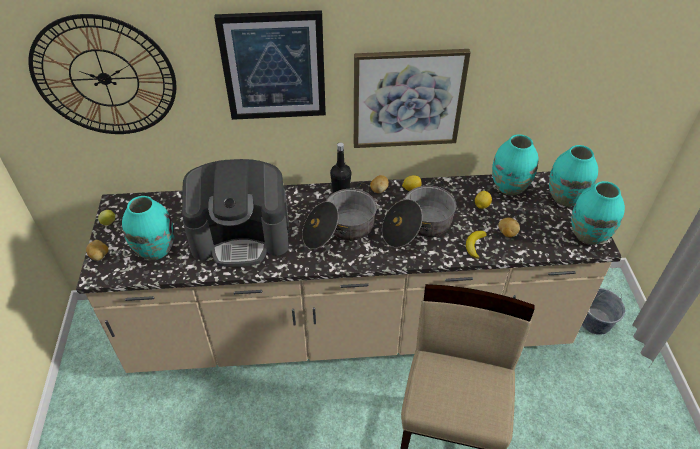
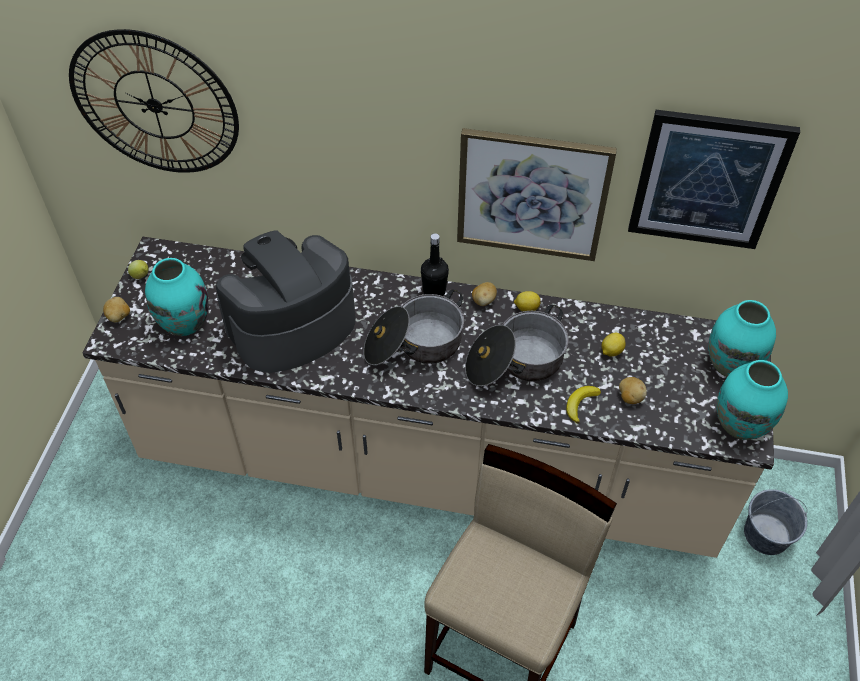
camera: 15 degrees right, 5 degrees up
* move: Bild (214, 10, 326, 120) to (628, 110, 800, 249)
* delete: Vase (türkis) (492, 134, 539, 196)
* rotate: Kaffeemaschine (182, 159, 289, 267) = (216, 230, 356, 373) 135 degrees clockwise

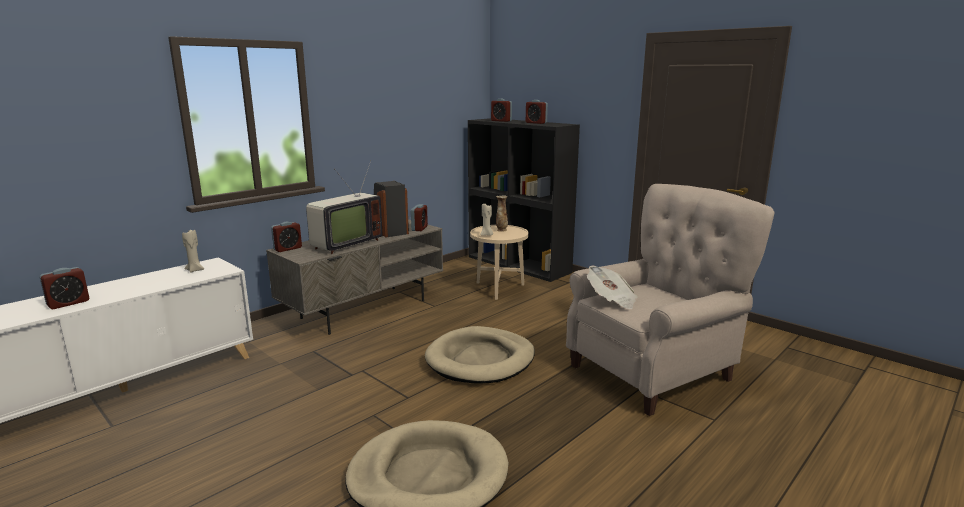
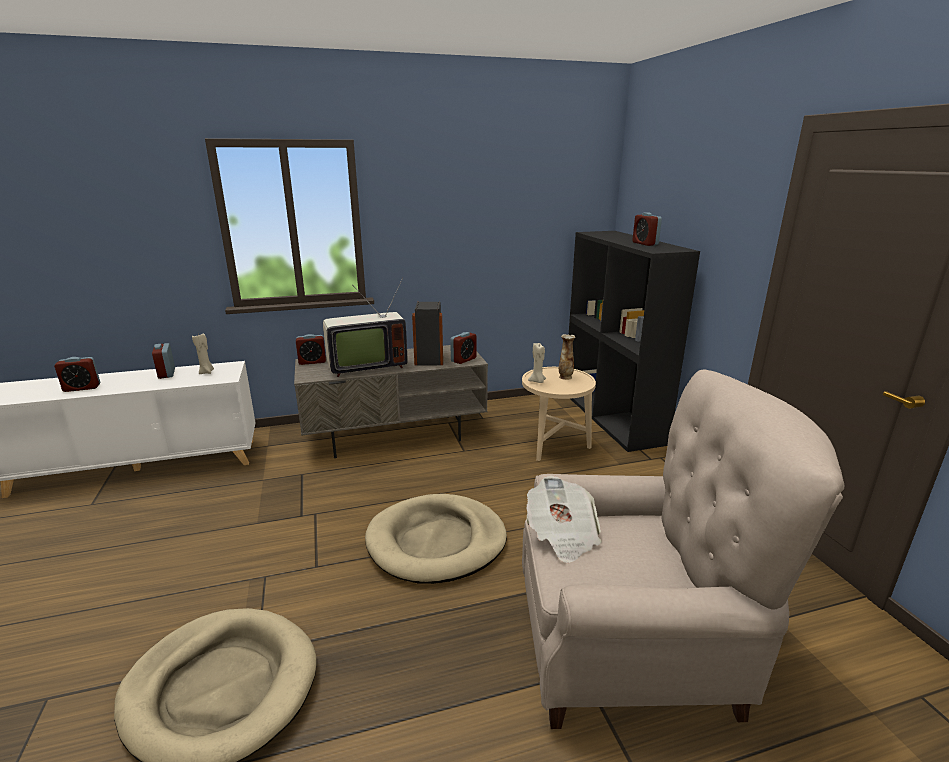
camera: 30 degrees right, 5 degrees up
* move: Wecker (491, 99, 512, 122) to (152, 343, 175, 379)

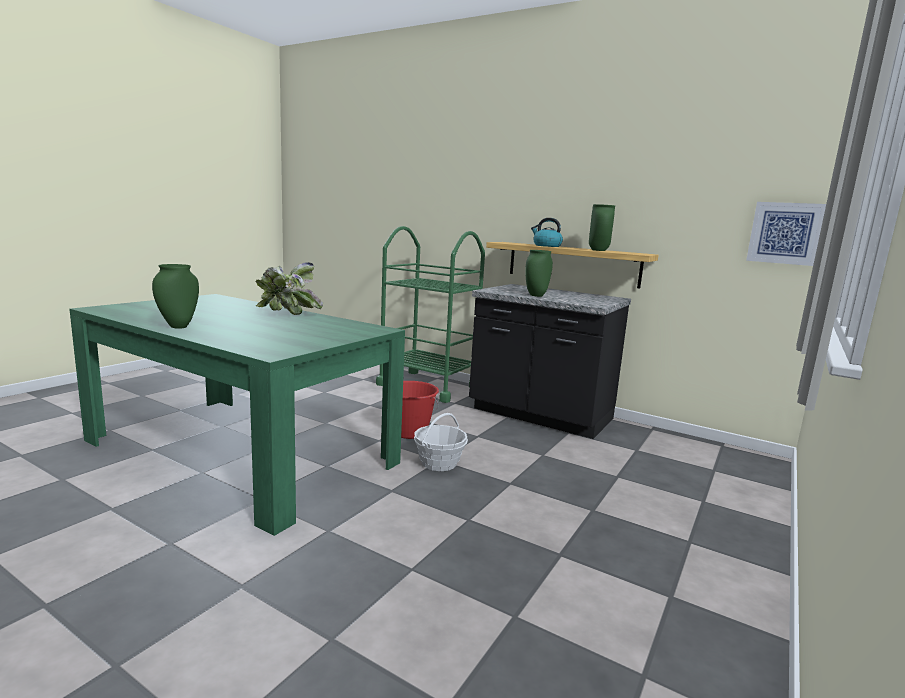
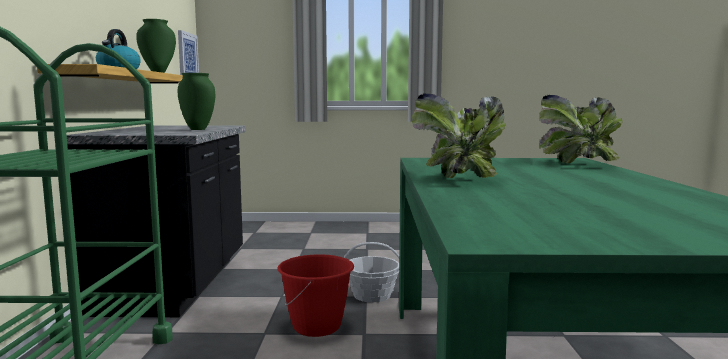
camera: 120 degrees left, 5 degrees down
* delete: Vase (grün) (152, 264, 199, 329)
* insert: Topfpflanze (539, 95, 623, 163)

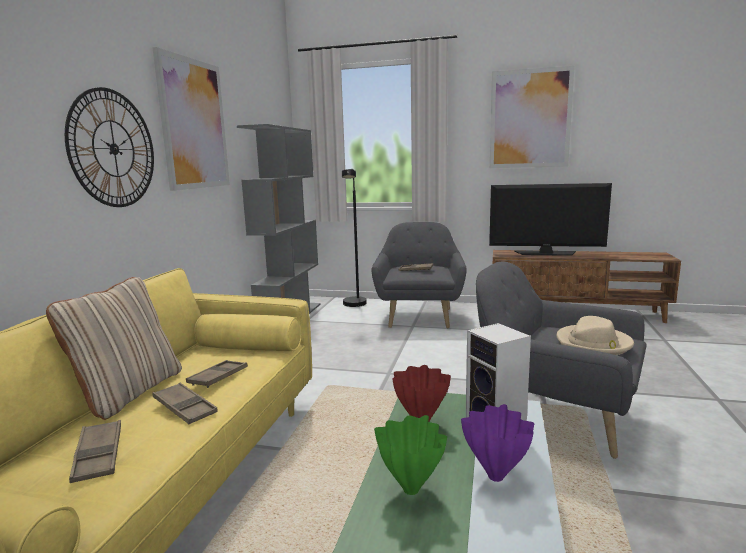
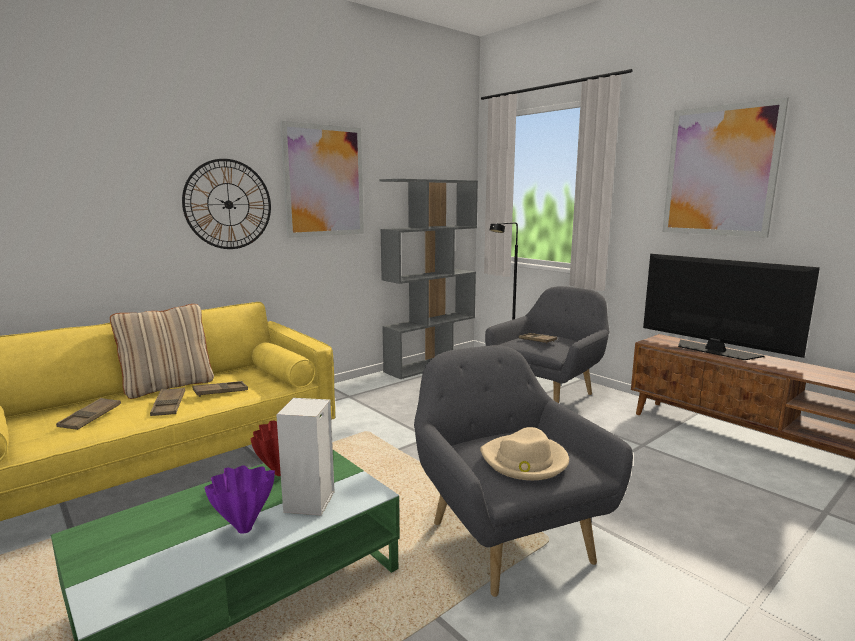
camera: 35 degrees right, 0 degrees up
* delete: Vase (grün) (374, 415, 447, 495)

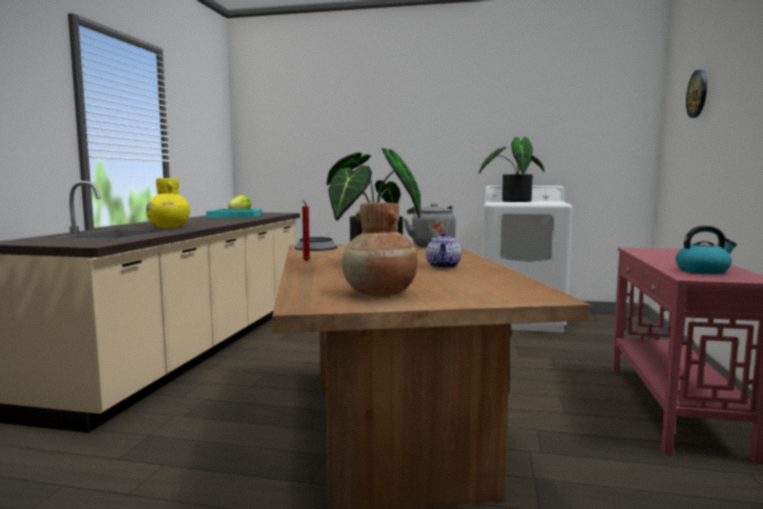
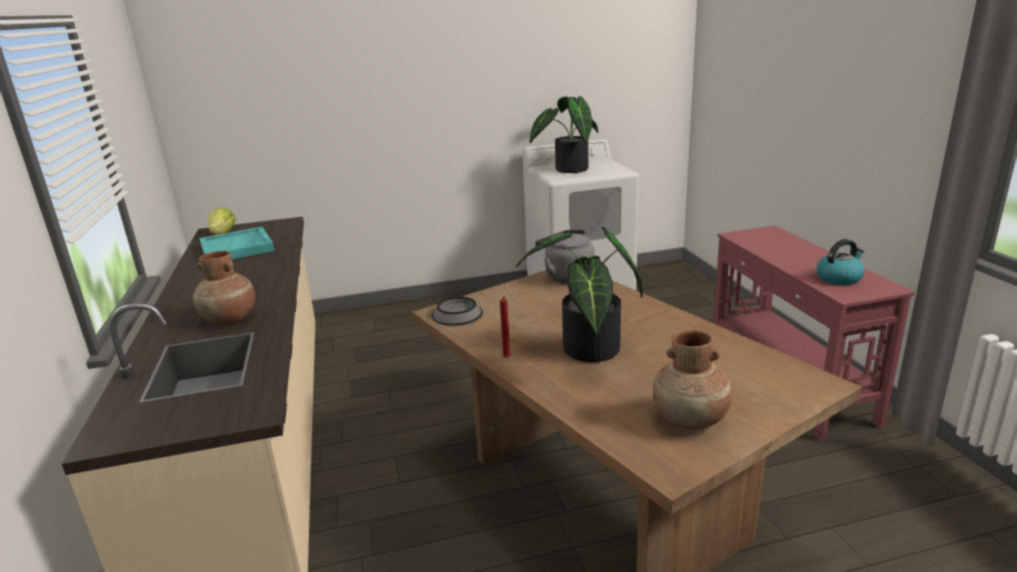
camera: 25 degrees left, 15 degrees up
* delete: Wanduhr (686, 70, 707, 118)
* recolor: Vase (gelb) (146, 178, 190, 228) to Vase (braun) (193, 251, 255, 324)
* delete: Teekanne (426, 232, 462, 268)

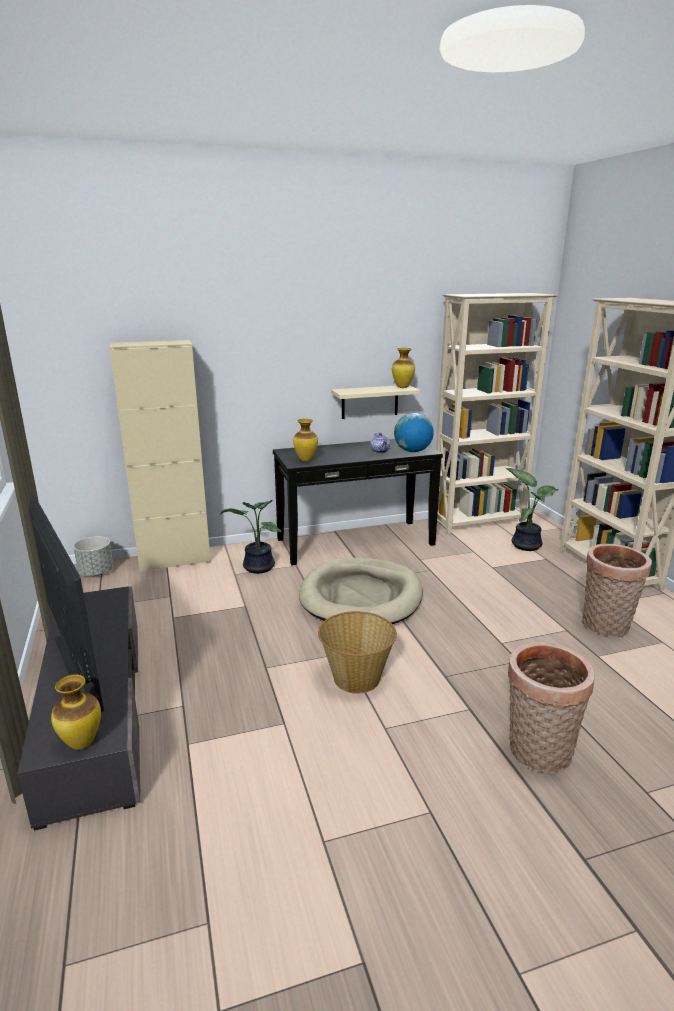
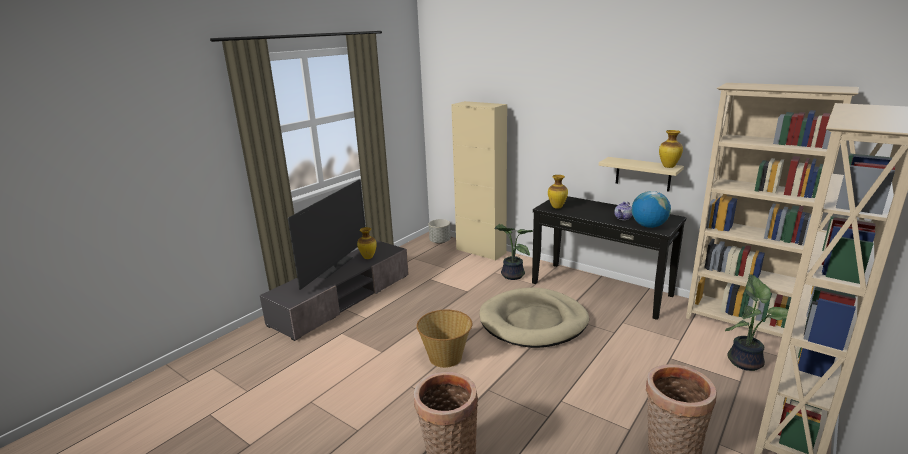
camera: 55 degrees right, 0 degrees up
* move: Vase (51, 674, 101, 750) to (357, 227, 377, 259)

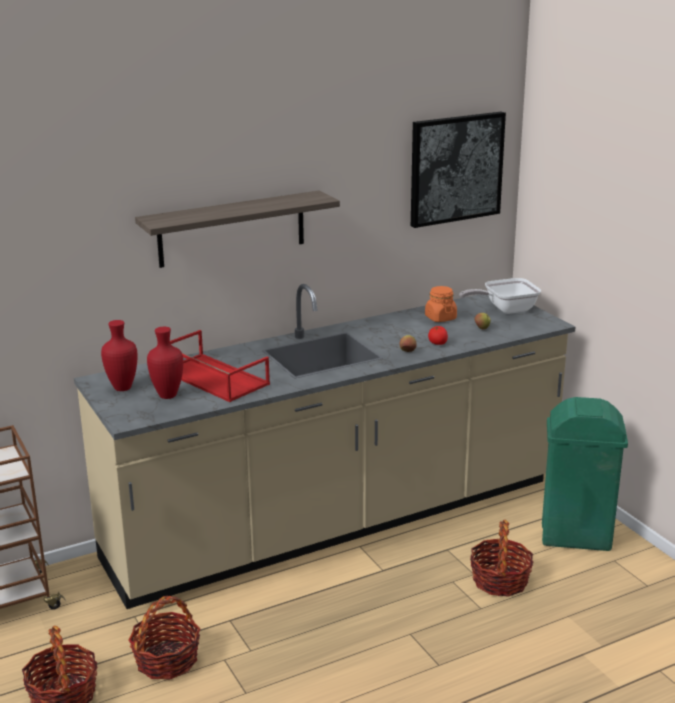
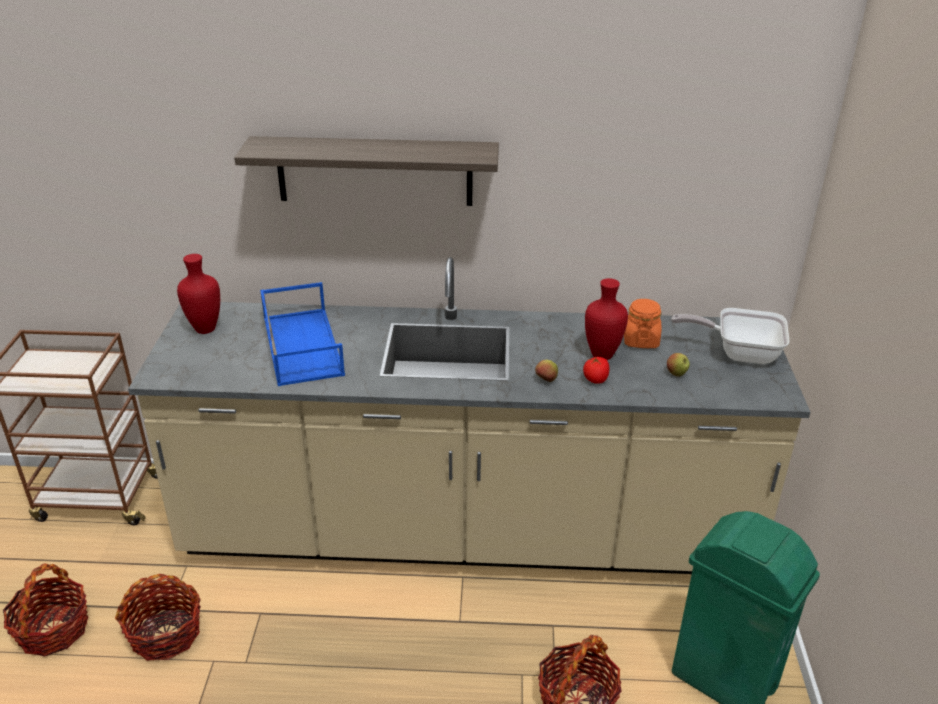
camera: 30 degrees right, 10 degrees up
* delete: Bild (411, 112, 506, 228)
* move: Vase (rot) (147, 327, 183, 399) to (585, 278, 628, 360)
* recolor: Tablett (rot) (170, 330, 270, 402) to Tablett (blau) (260, 282, 345, 386)

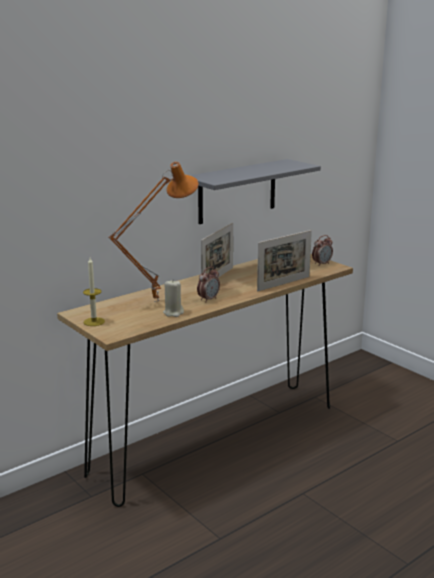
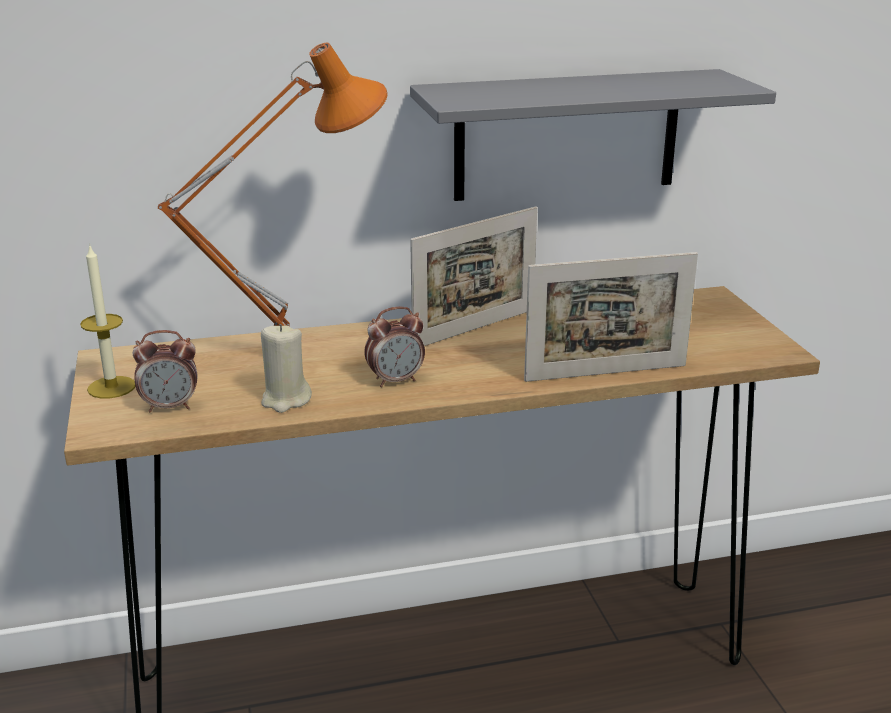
camera: 25 degrees right, 5 degrees up
* move: Wecker (312, 235, 333, 266) to (133, 330, 197, 412)

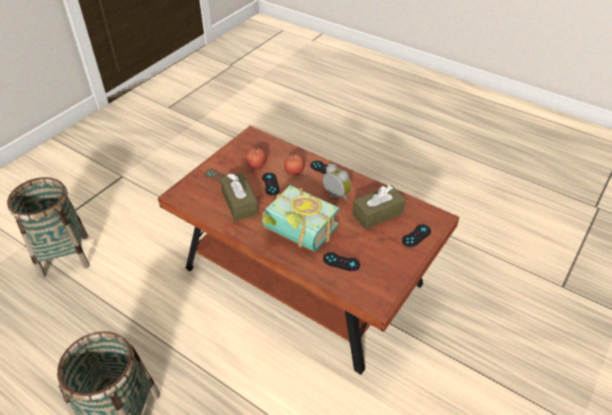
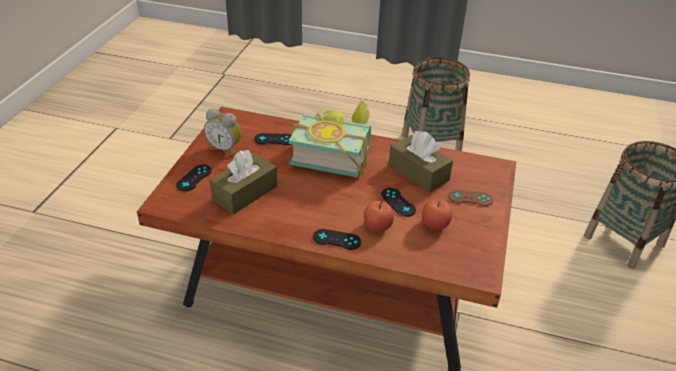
camera: 160 degrees right, 5 degrees down
* move: Wecker (323, 164, 351, 201) to (204, 108, 241, 156)

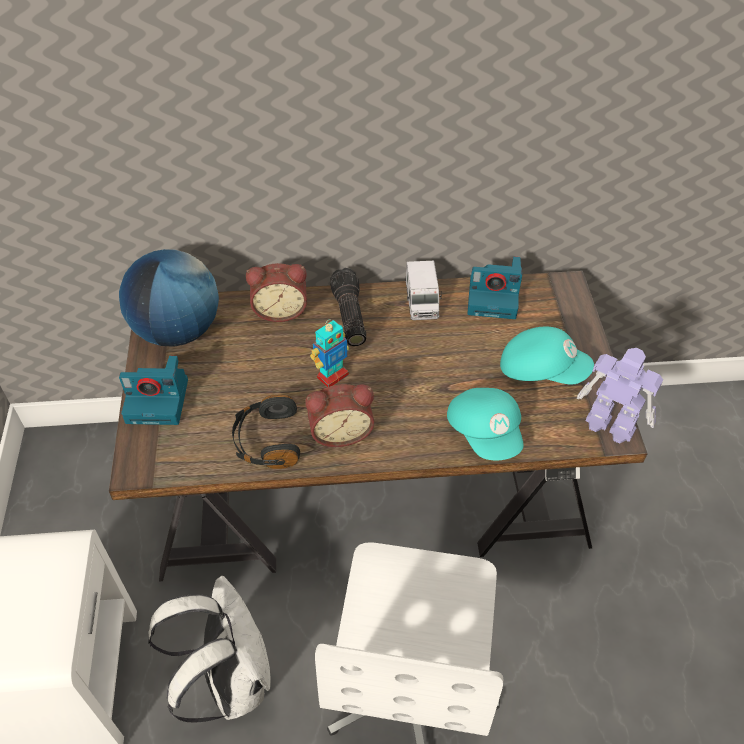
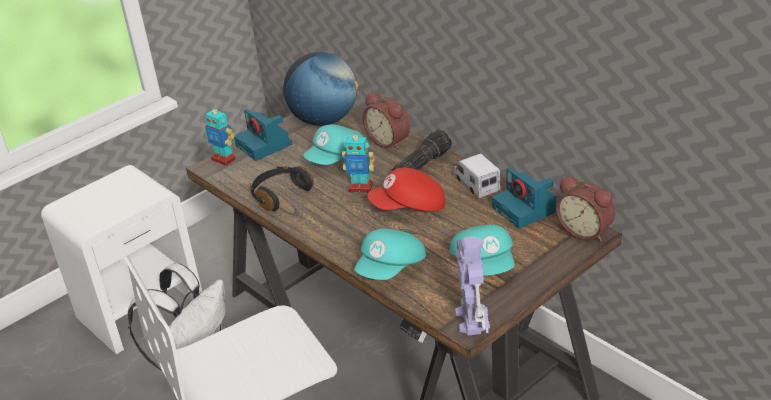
camera: 55 degrees right, 15 degrees down
* rotate: Spielzeuglaster (406, 261, 442, 320) = (454, 153, 501, 198) 105 degrees clockwise
* move: Wecker (305, 384, 374, 447) to (556, 176, 615, 242)
* insert: Spielzeugroboter (205, 105, 236, 166)
* insert: Kappe (türkis) (303, 124, 370, 165)
* insert: Kappe (rot) (368, 168, 445, 212)

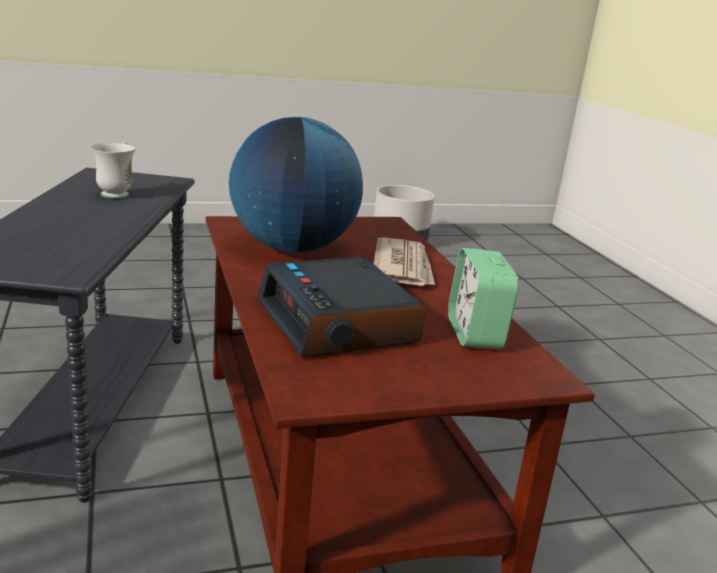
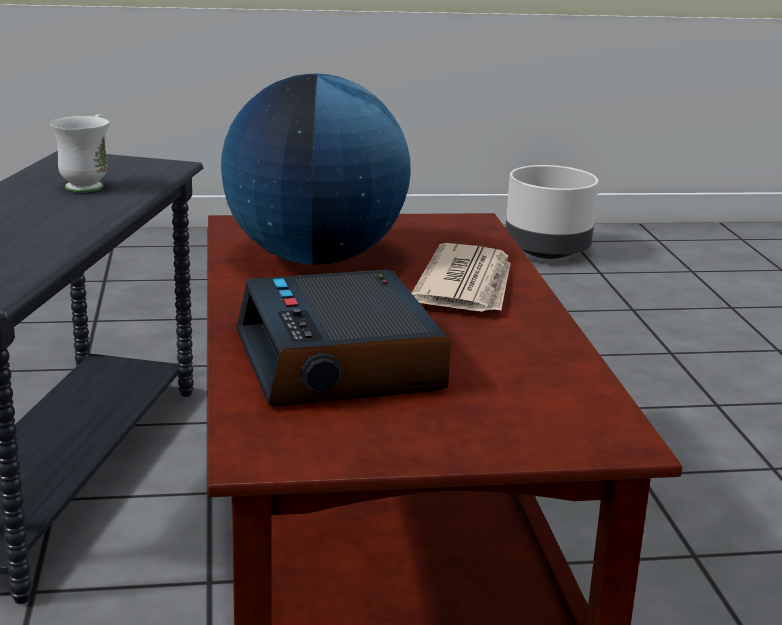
camera: 10 degrees right, 0 degrees up
* delete: Wecker (448, 248, 519, 349)

